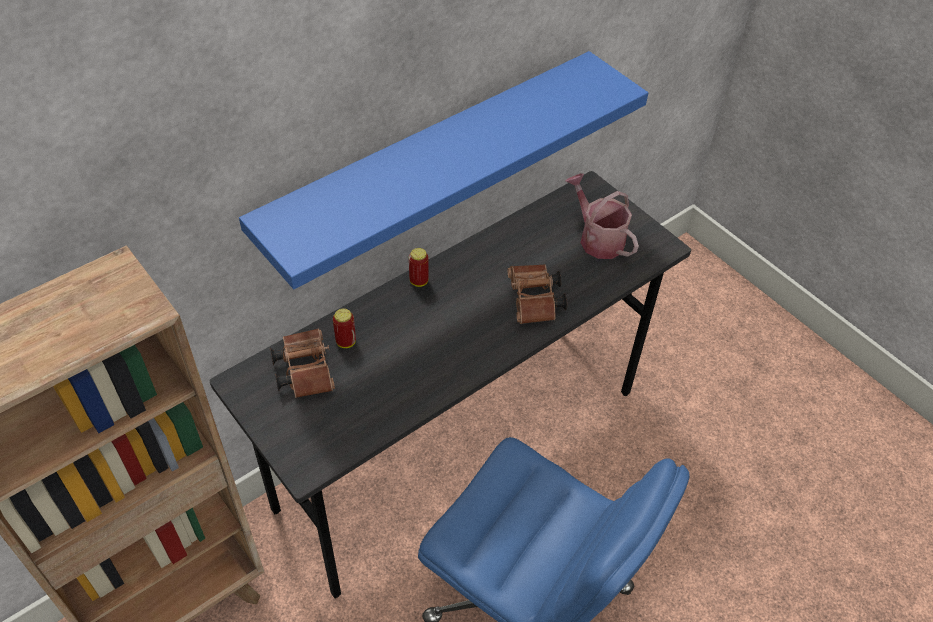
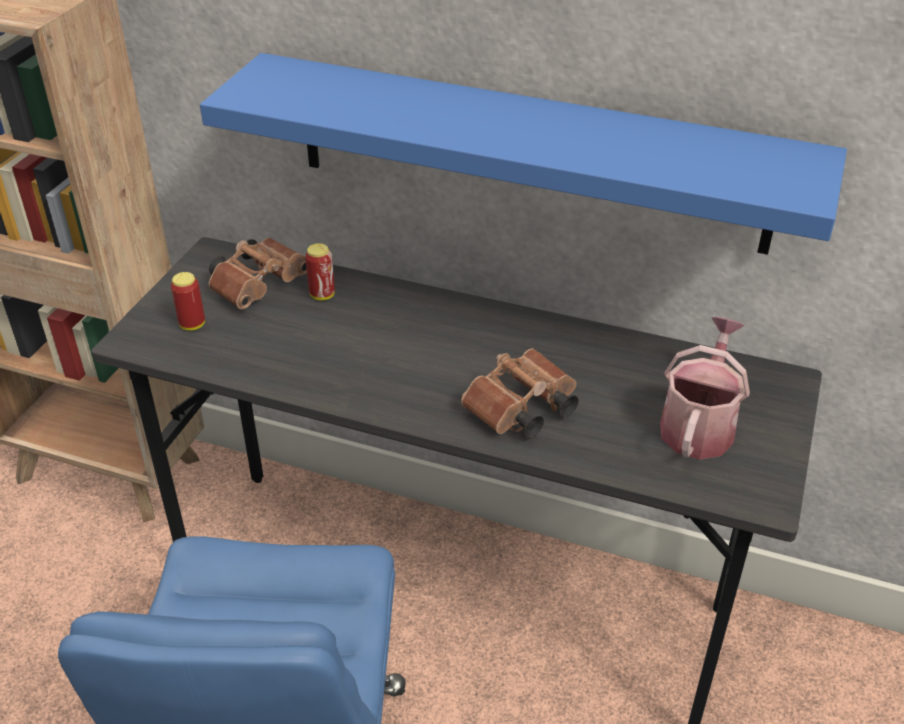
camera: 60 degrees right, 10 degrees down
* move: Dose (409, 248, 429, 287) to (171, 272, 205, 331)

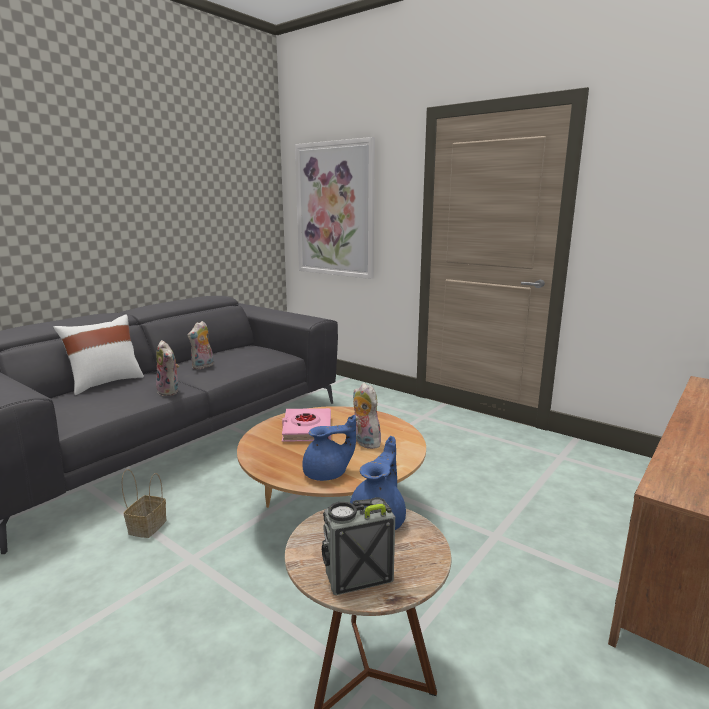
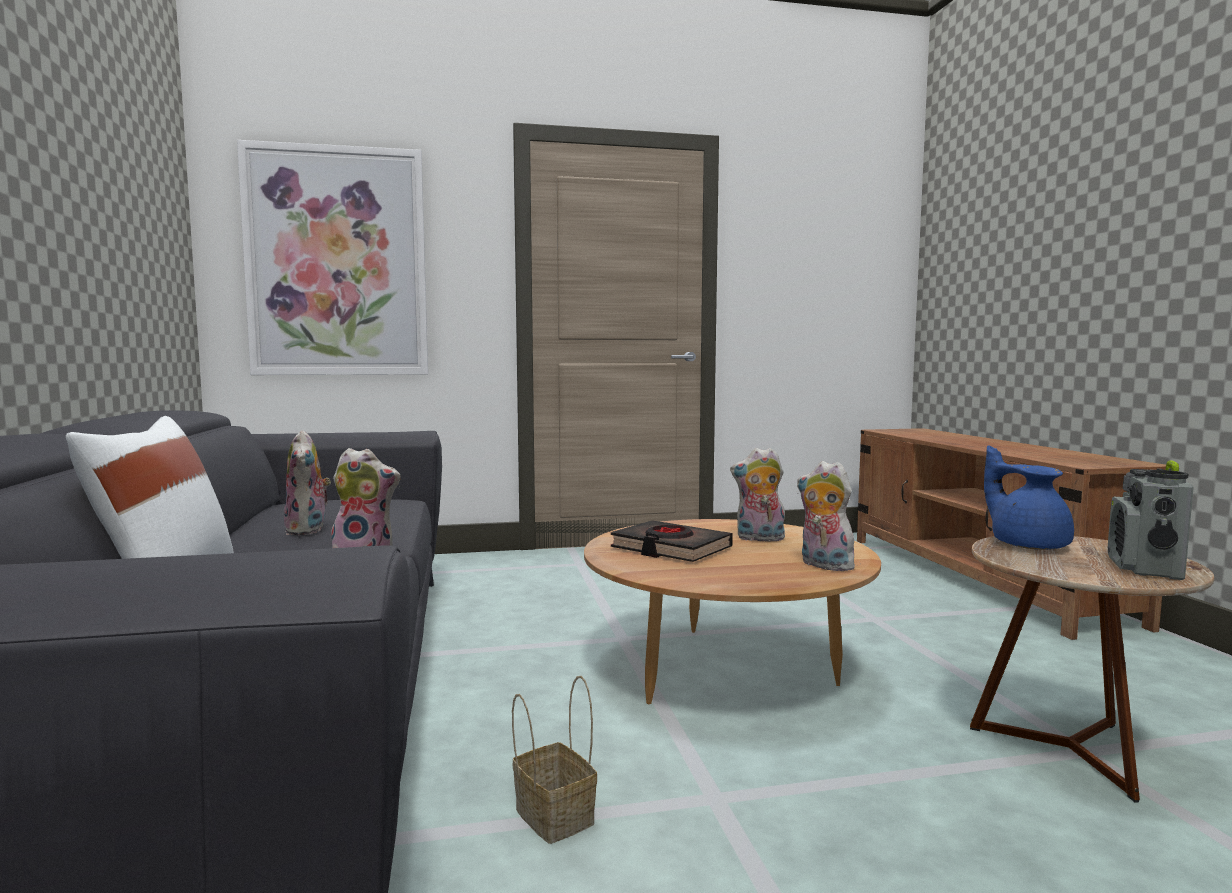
camera: 50 degrees left, 10 degrees down
* recolor: Buch (rosa) (282, 408, 331, 442) to Buch (schwarz) (611, 520, 733, 562)
* replace: Teekanne (blau) (302, 415, 356, 481) to Plüschtier (797, 461, 857, 571)

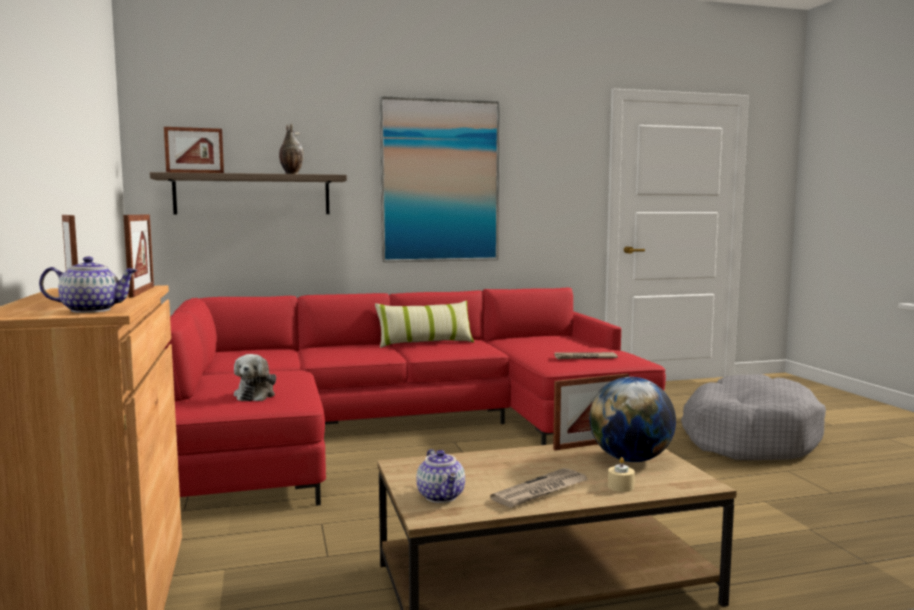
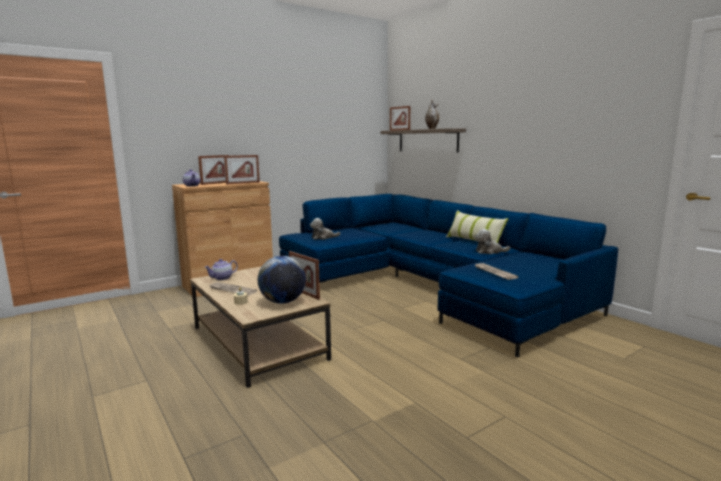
camera: 70 degrees right, 5 degrees up
* delete: Bild (380, 96, 500, 262)
* recolor: Sofa (rot) (163, 287, 666, 506) to Sofa (blau) (279, 194, 618, 357)
* delete: Hundebett (grau) (681, 374, 826, 460)
* insert: Plüschtier (475, 229, 510, 254)

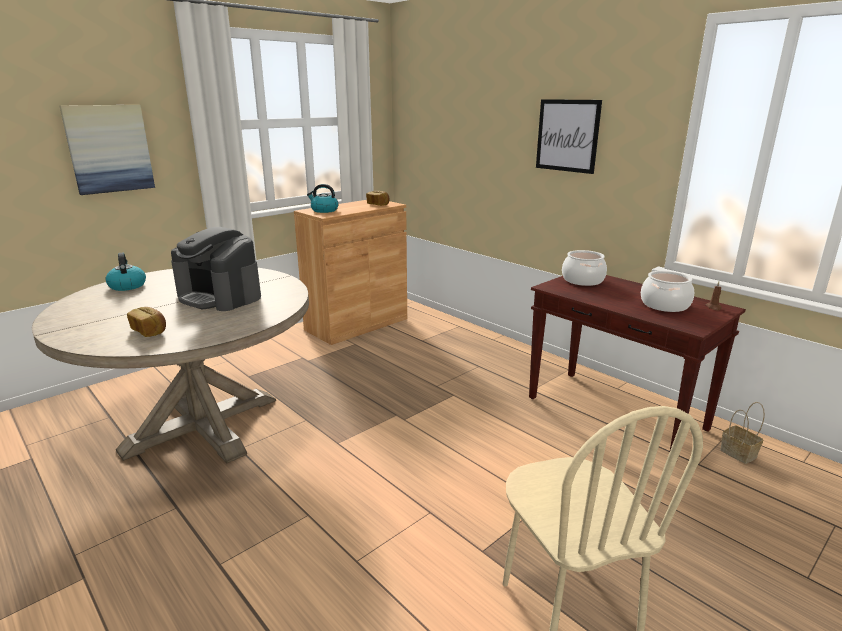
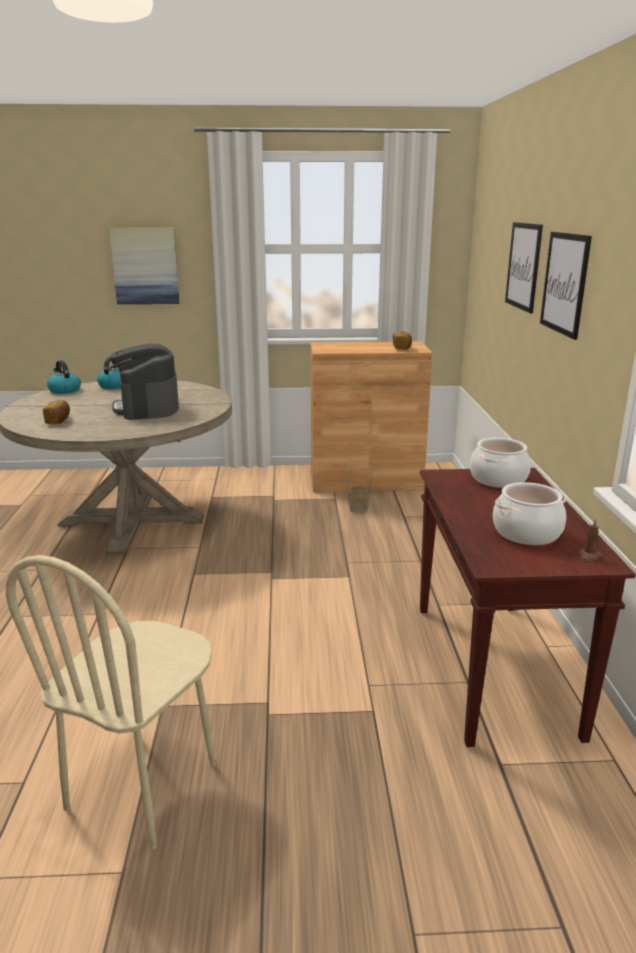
camera: 40 degrees right, 0 degrees up
* move: Wasserkessel (307, 184, 338, 213) to (47, 360, 81, 394)
* move: Korb (720, 402, 765, 464) to (349, 466, 373, 513)
* insert: Bild (505, 222, 543, 313)

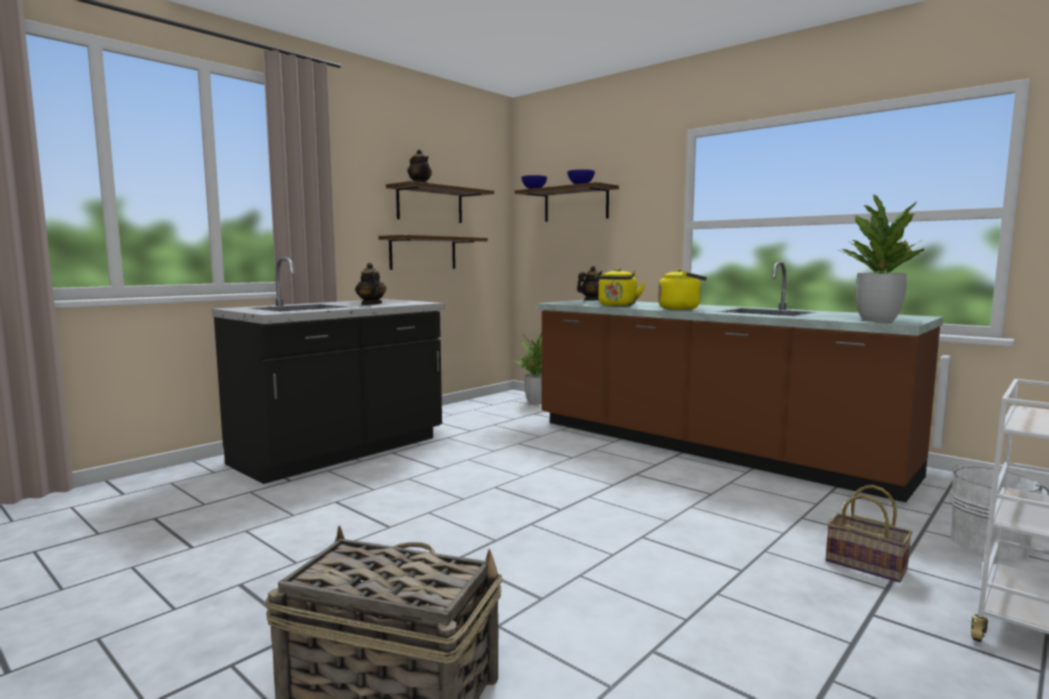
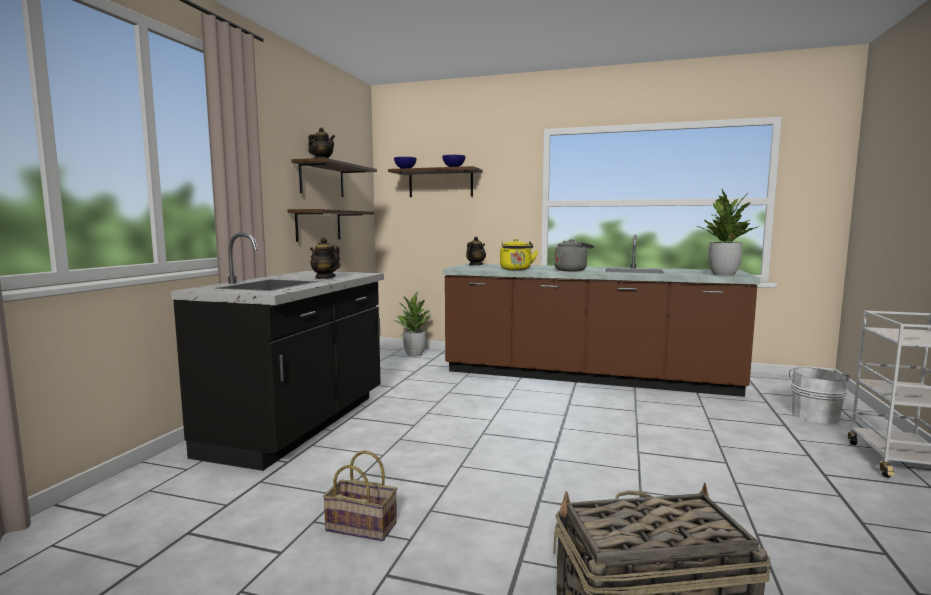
camera: 25 degrees left, 0 degrees up
* recolor: Wasserkessel (gelb) (658, 269, 707, 310) to Wasserkessel (grau) (554, 239, 594, 272)
* move: Korb (826, 485, 912, 582) to (323, 450, 397, 541)

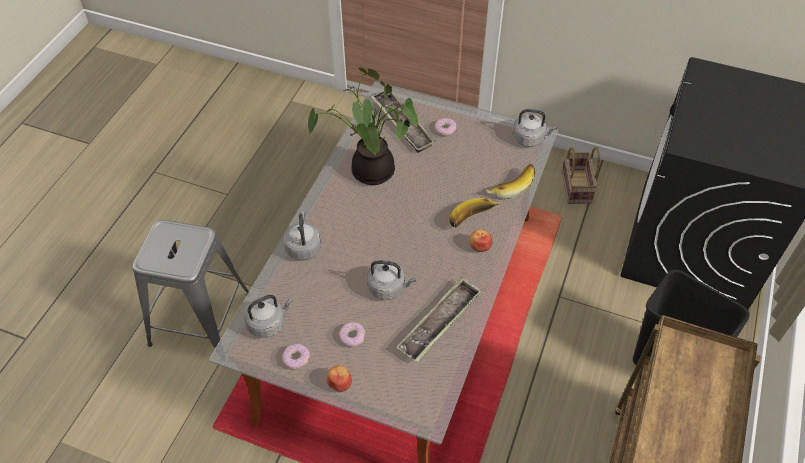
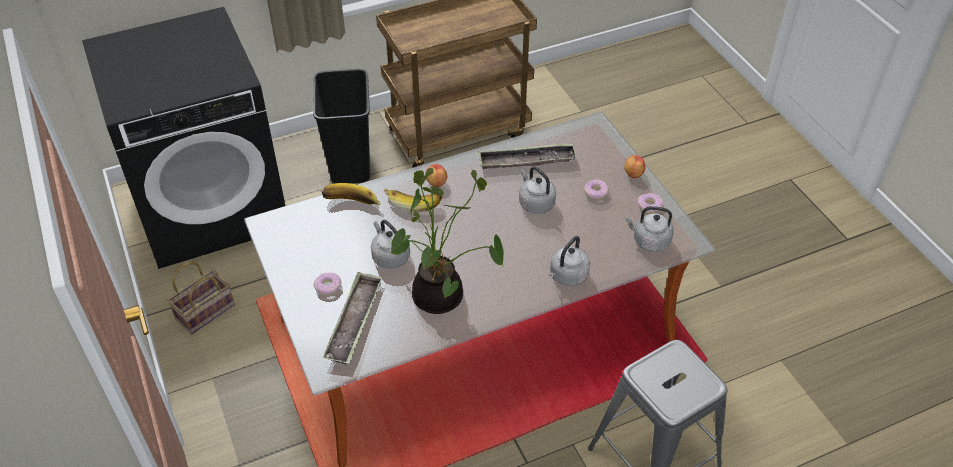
camera: 135 degrees left, 5 degrees down
* move: Wasserkessel (grau) (512, 109, 557, 147) to (371, 220, 410, 269)

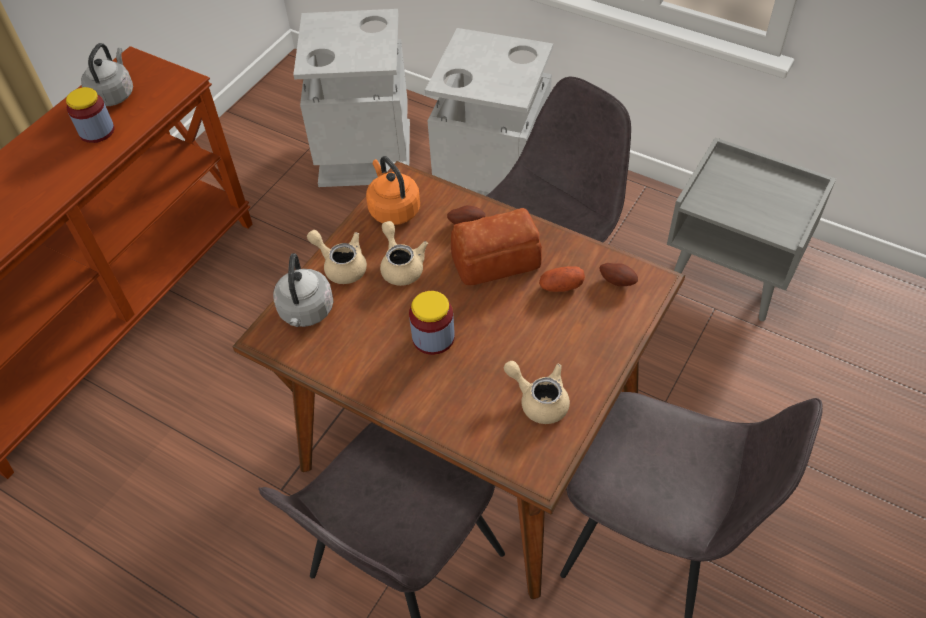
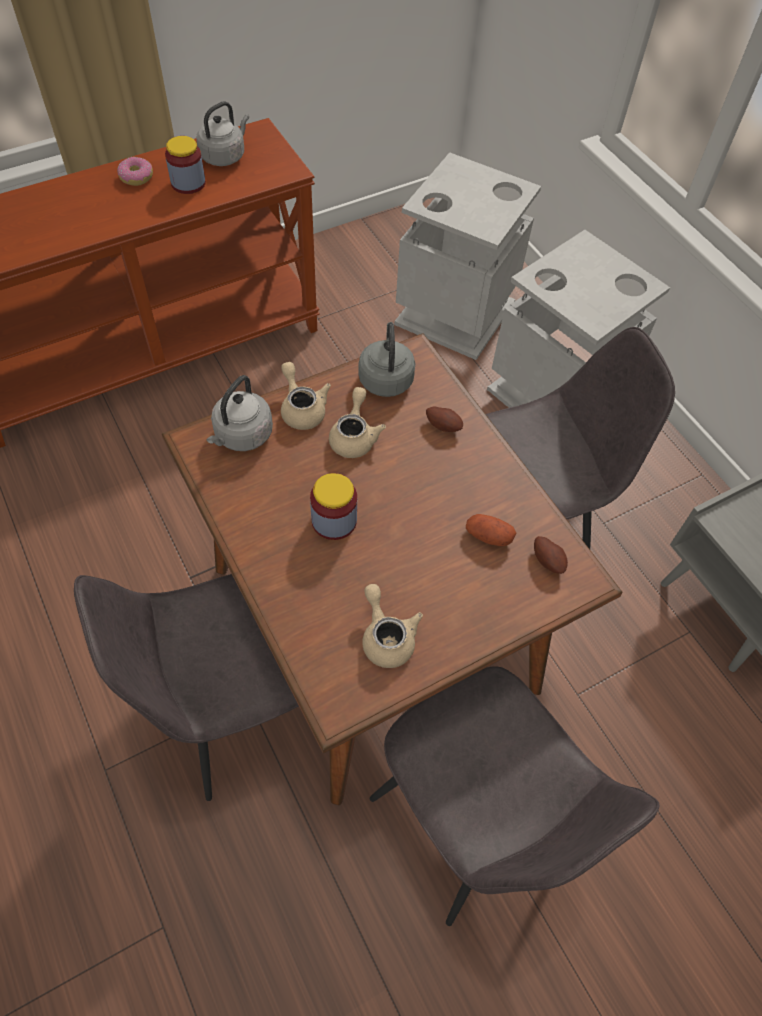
camera: 25 degrees right, 5 degrees up
* recolor: Wasserkessel (orange) (366, 156, 420, 225) to Wasserkessel (grau) (358, 322, 415, 397)
* delete: Brot (451, 208, 542, 285)
* insert: Donut (117, 157, 153, 186)

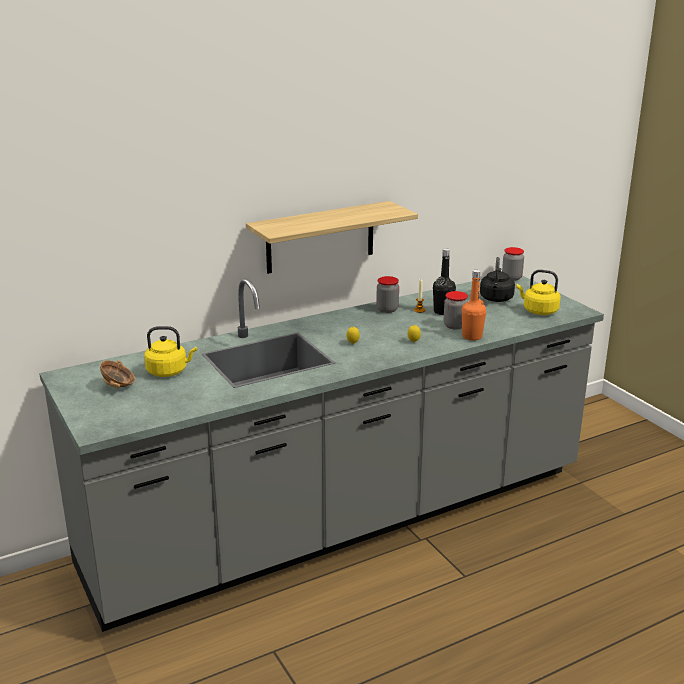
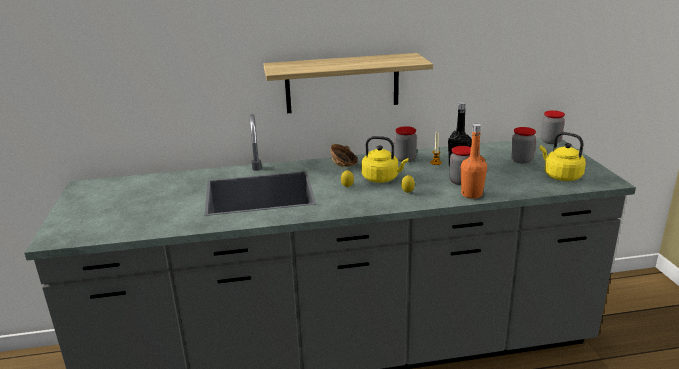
camera: 20 degrees right, 0 degrees up
* replace: Wasserkessel (schwarz) (480, 257, 515, 302) to Vorratsglas (511, 127, 536, 164)
* move: Wasserkessel (gelb) (144, 326, 197, 377) to (361, 136, 408, 183)
* move: Schüssel (100, 360, 135, 388) to (330, 144, 358, 167)

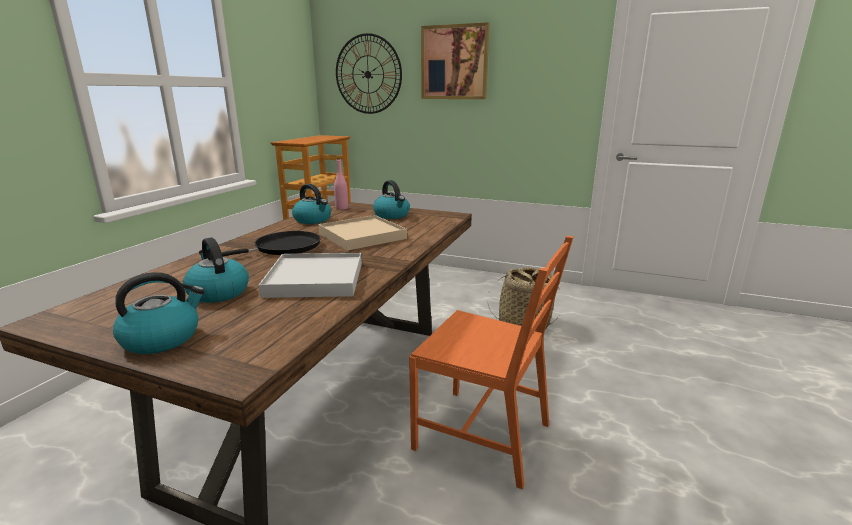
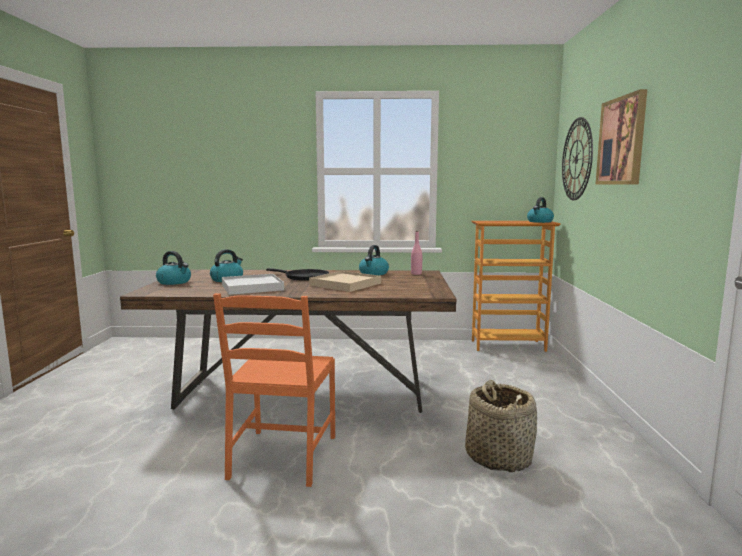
camera: 70 degrees right, 10 degrees down
* move: Wasserkessel (373, 180, 410, 219) to (527, 197, 554, 223)

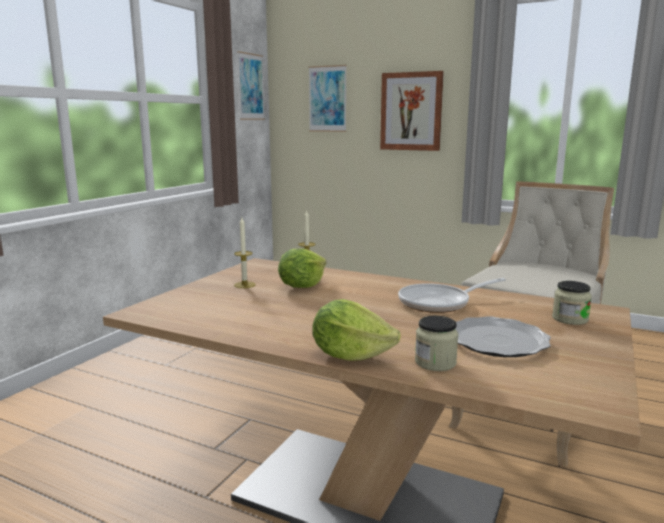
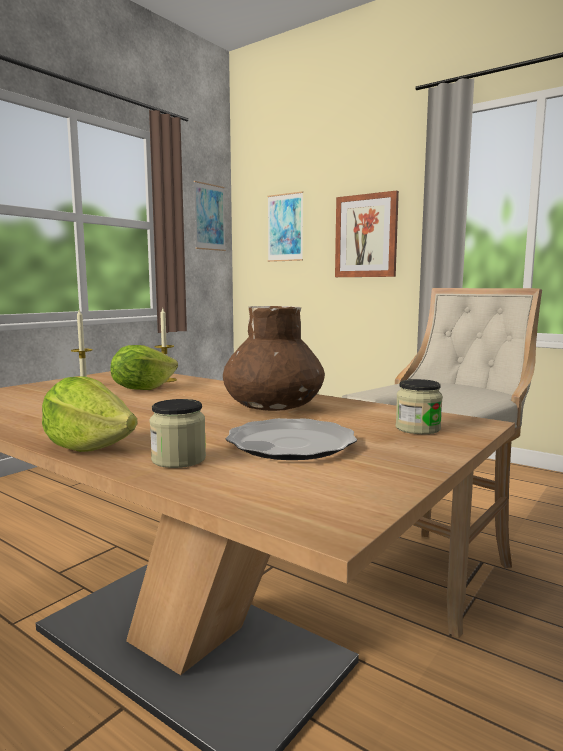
camera: 10 degrees right, 5 degrees down
* replace: Pfanne (398, 278, 506, 313) to Vase (braun) (223, 306, 325, 411)

